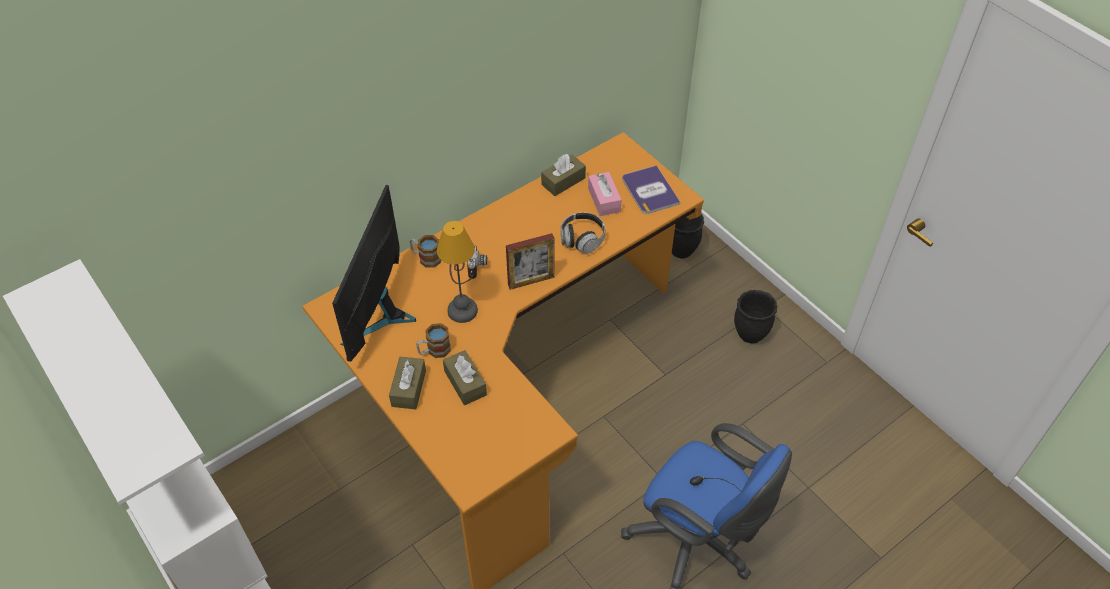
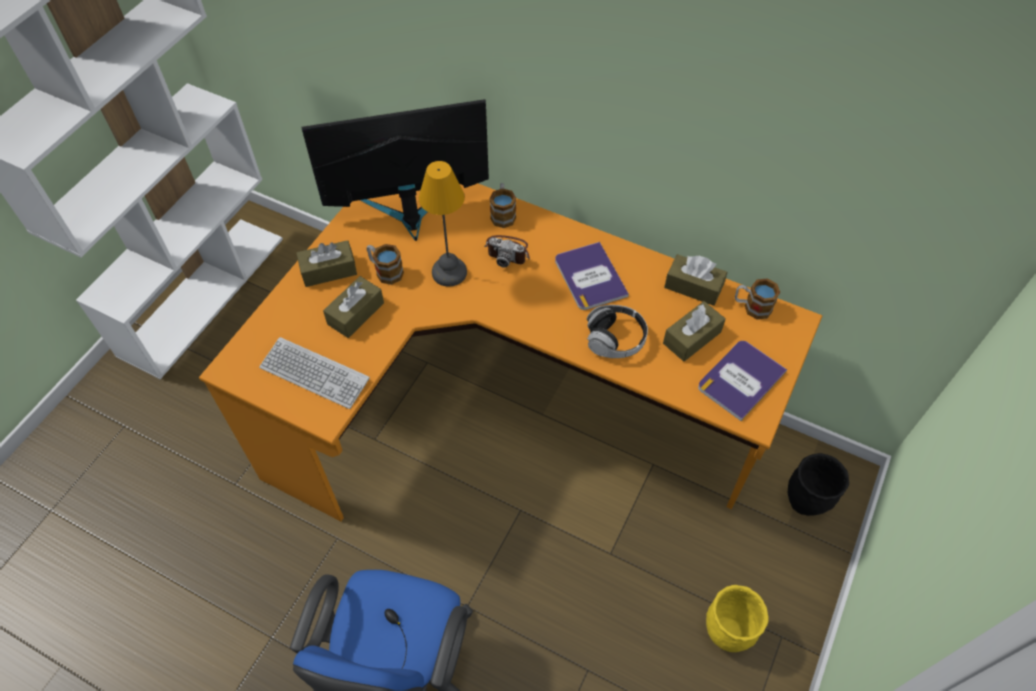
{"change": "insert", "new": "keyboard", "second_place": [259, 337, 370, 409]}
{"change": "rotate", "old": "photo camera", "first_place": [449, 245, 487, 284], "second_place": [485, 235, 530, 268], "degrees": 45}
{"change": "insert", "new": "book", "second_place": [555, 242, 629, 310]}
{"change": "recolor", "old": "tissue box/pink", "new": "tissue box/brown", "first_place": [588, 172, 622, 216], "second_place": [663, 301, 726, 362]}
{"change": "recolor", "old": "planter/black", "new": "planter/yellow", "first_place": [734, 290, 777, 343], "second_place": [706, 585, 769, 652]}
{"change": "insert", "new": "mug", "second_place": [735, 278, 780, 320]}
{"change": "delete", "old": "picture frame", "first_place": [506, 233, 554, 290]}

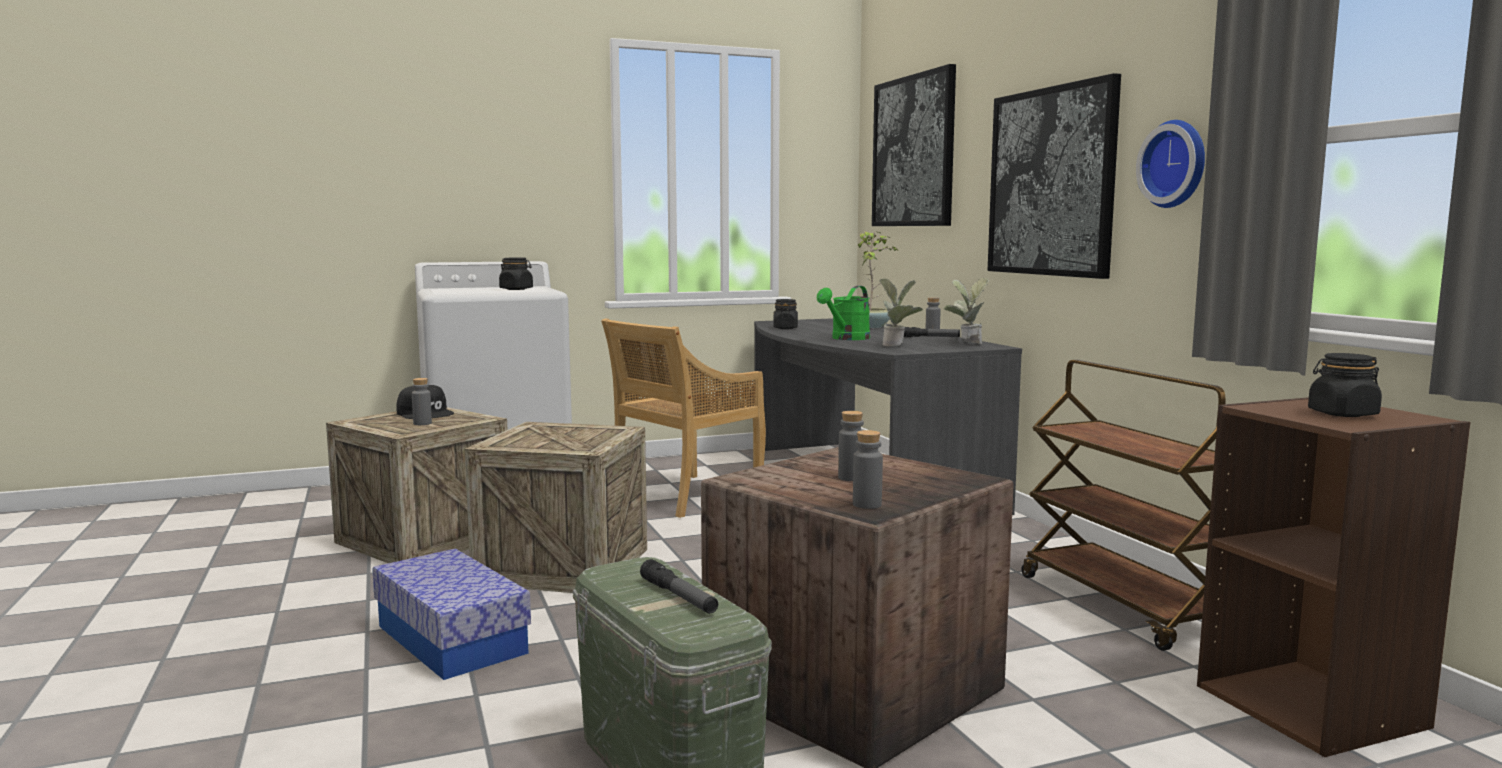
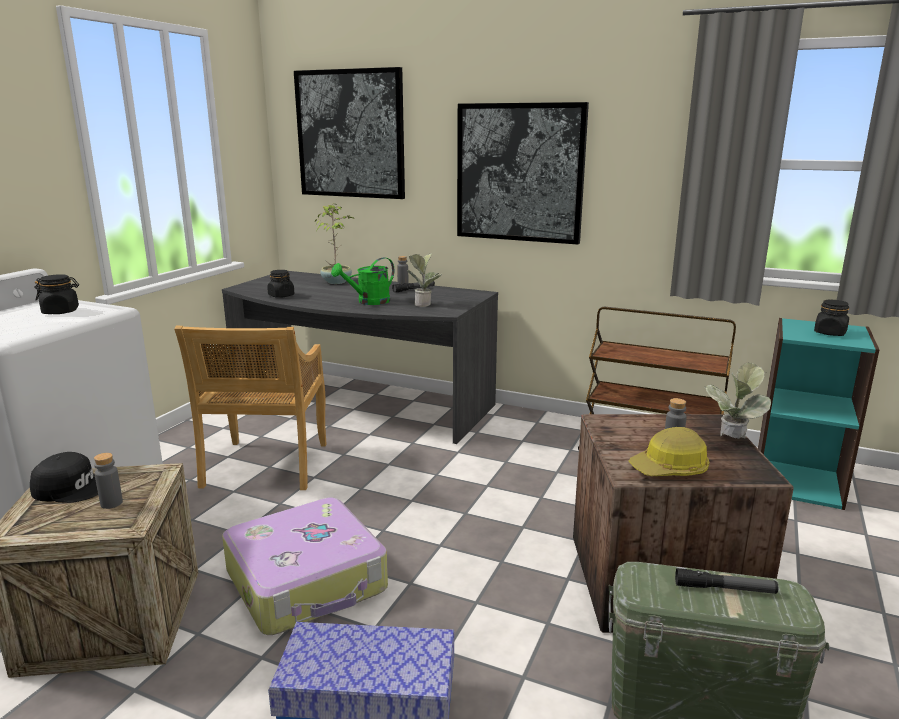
{"change": "replace", "old": "crate", "new": "suitcase", "first_place": [465, 422, 647, 593], "second_place": [222, 498, 388, 635]}
{"change": "rotate", "old": "watering can/green", "first_place": [817, 286, 870, 340], "second_place": [331, 257, 394, 305], "degrees": 60}
{"change": "insert", "new": "hard hat", "second_place": [629, 427, 710, 476]}
{"change": "move", "old": "potted plant", "first_place": [944, 278, 989, 344], "second_place": [705, 362, 771, 439]}
{"change": "recolor", "old": "bookcase/brown", "new": "bookcase/turquoise", "first_place": [1197, 397, 1470, 757], "second_place": [758, 318, 879, 510]}
{"change": "delete", "old": "bottle/grey", "first_place": [853, 430, 883, 509]}
{"change": "delete", "old": "wall clock", "first_place": [1136, 120, 1205, 208]}

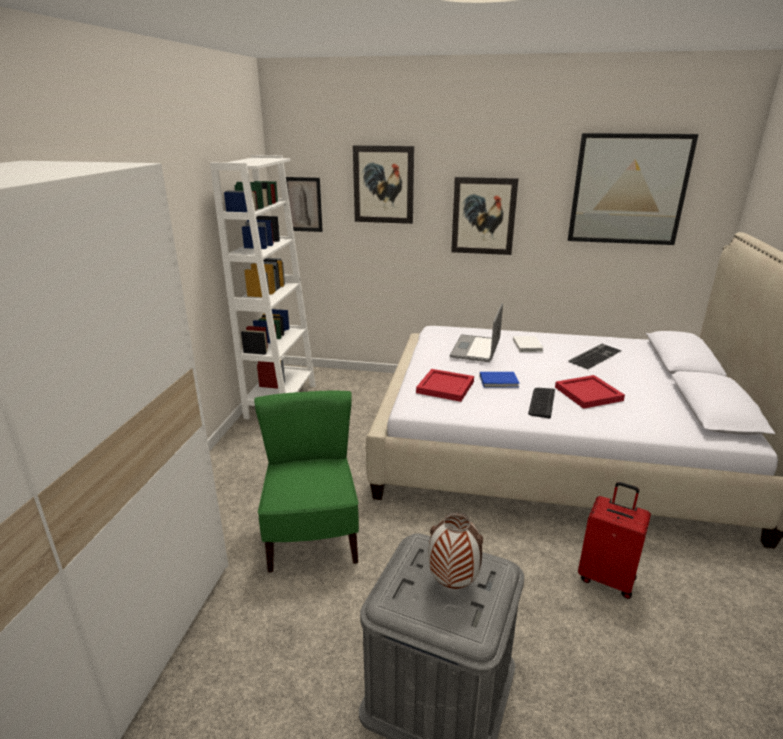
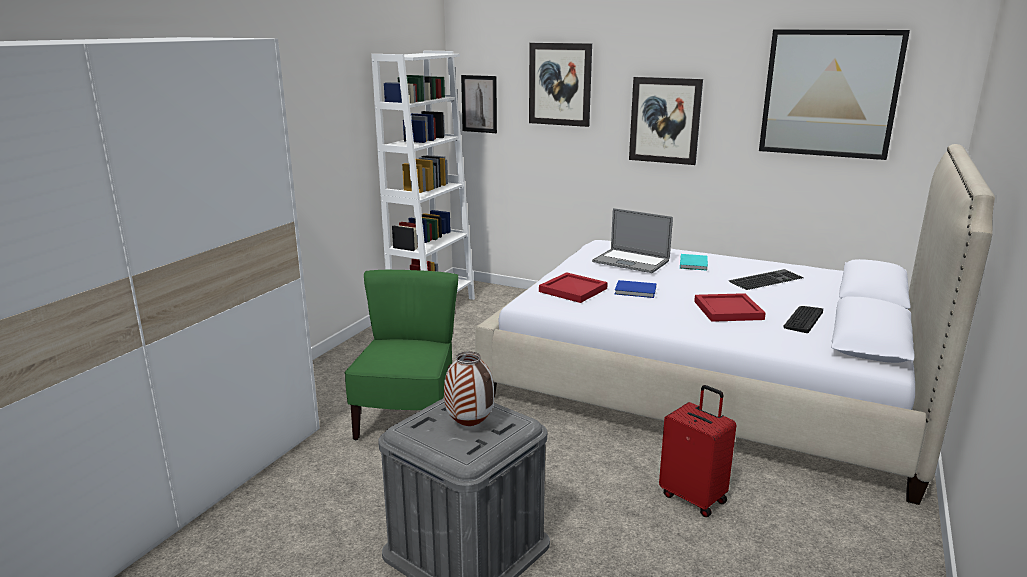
{"change": "rotate", "old": "laptop", "first_place": [450, 303, 503, 362], "second_place": [592, 208, 673, 273], "degrees": -90}
{"change": "recolor", "old": "book/white", "new": "book/turquoise", "first_place": [513, 336, 543, 352], "second_place": [680, 254, 708, 271]}
{"change": "move", "old": "keyboard", "first_place": [528, 388, 555, 419], "second_place": [783, 306, 823, 333]}

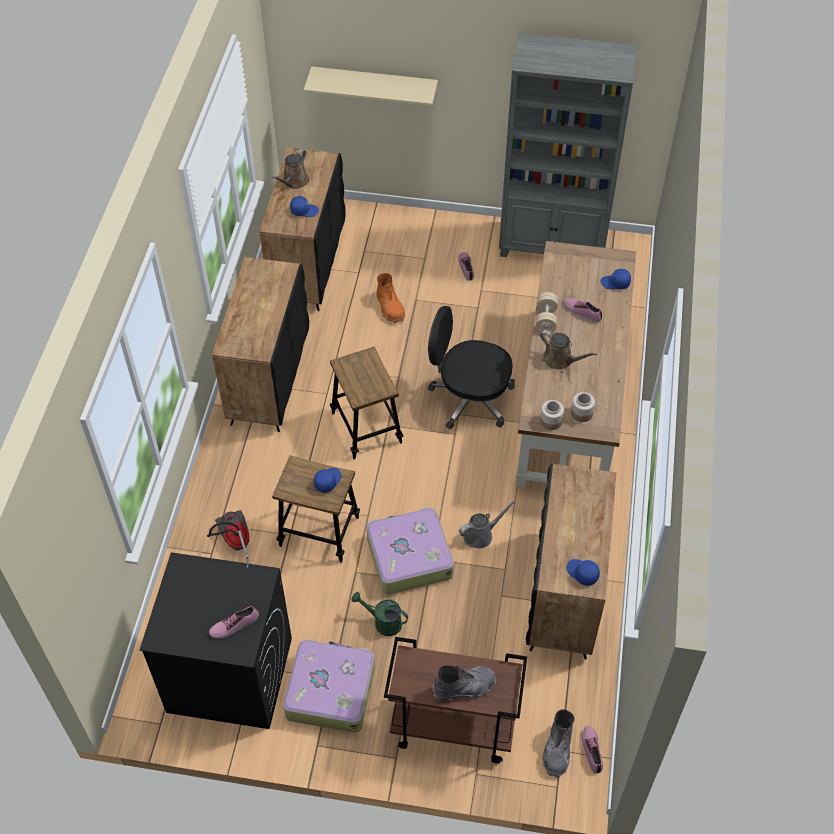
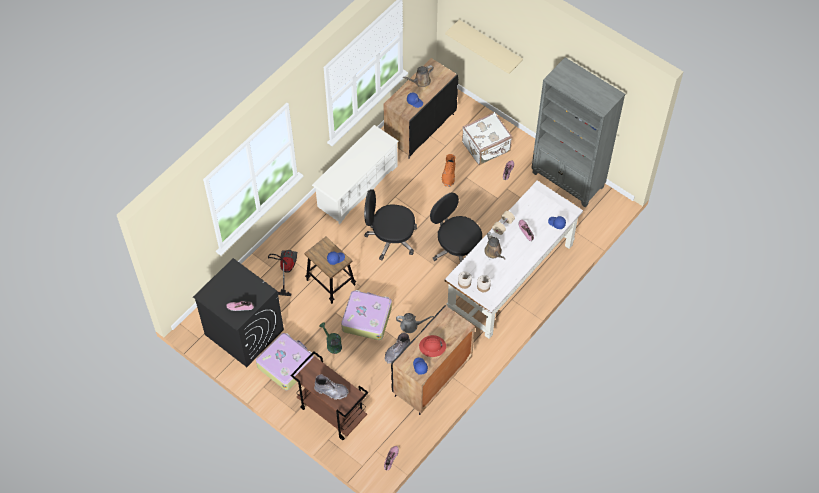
{"change": "replace", "old": "cabinet/black", "new": "shoe rack/white", "first_place": [212, 257, 309, 432], "second_place": [312, 125, 399, 224]}
{"change": "replace", "old": "stool", "new": "office chair/black", "first_place": [330, 346, 404, 459], "second_place": [364, 189, 417, 260]}
{"change": "move", "old": "boot/grey", "first_place": [542, 709, 575, 778], "second_place": [385, 333, 410, 364]}
{"change": "insert", "new": "hard hat/red", "second_place": [419, 335, 446, 357]}
{"change": "recolor", "old": "desk/brown", "new": "desk/white", "first_place": [516, 241, 636, 487], "second_place": [445, 181, 583, 339]}
{"change": "insert", "new": "suitcase/white", "second_place": [462, 112, 512, 165]}

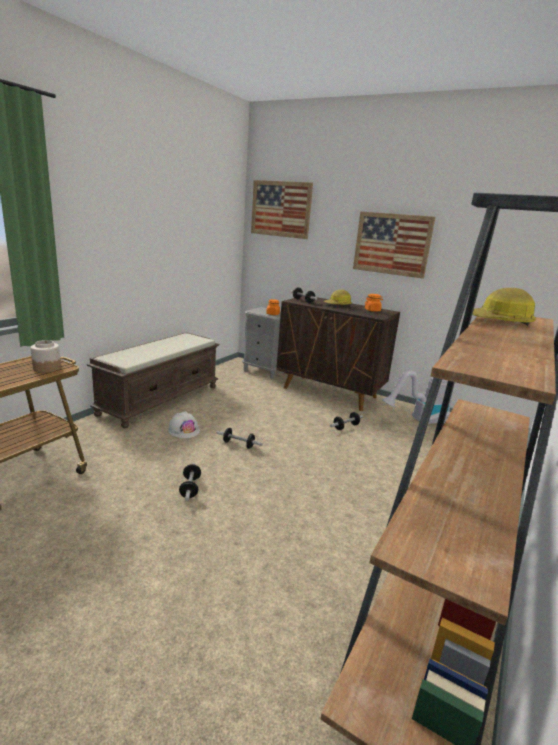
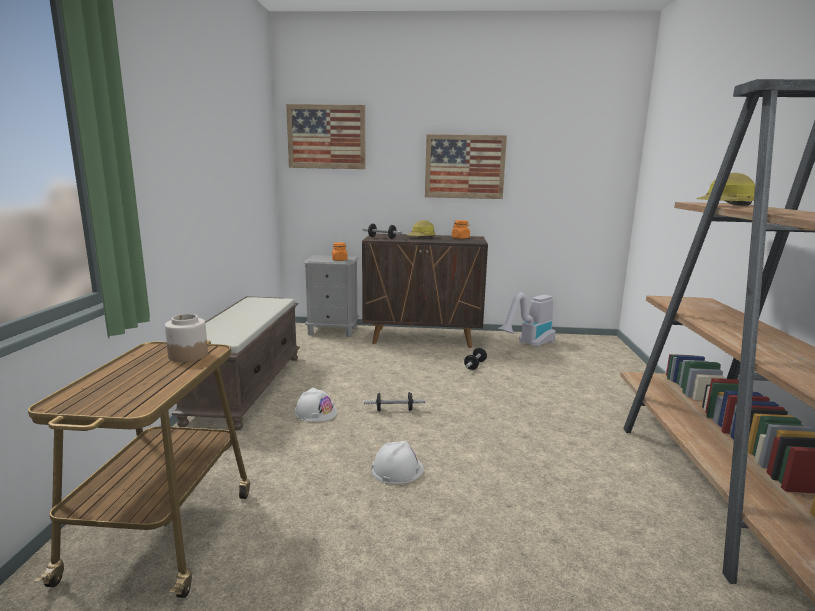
{"change": "replace", "old": "dumbbell", "new": "hard hat/white", "first_place": [179, 463, 201, 501], "second_place": [372, 441, 424, 484]}

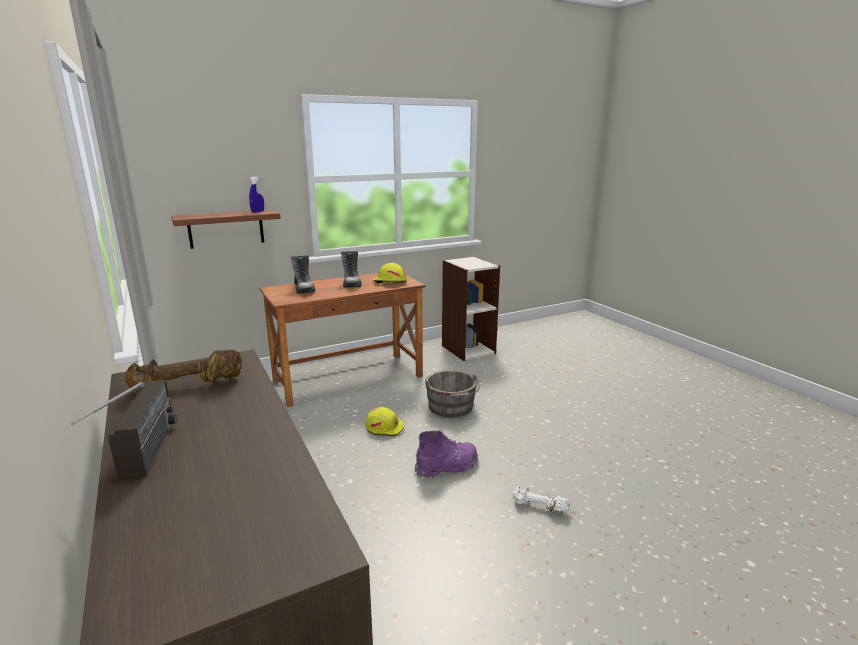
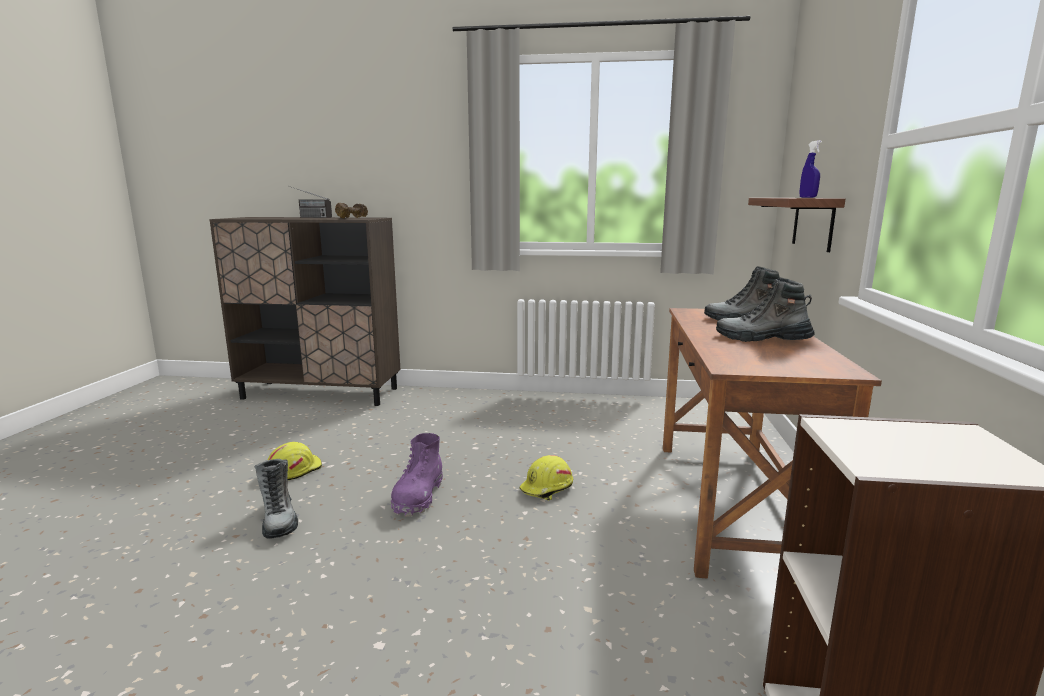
{"change": "replace", "old": "dumbbell/white", "new": "boot", "first_place": [513, 486, 570, 513], "second_place": [254, 459, 298, 539]}
{"change": "move", "old": "hard hat/yellow", "first_place": [373, 263, 407, 285], "second_place": [268, 442, 322, 481]}
{"change": "delete", "old": "bucket/grey", "first_place": [425, 370, 480, 417]}

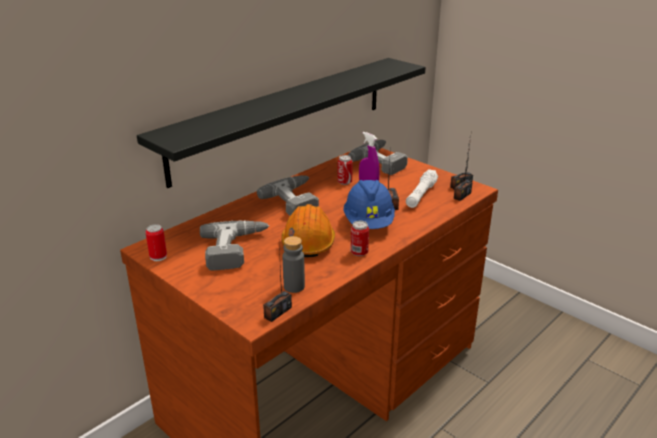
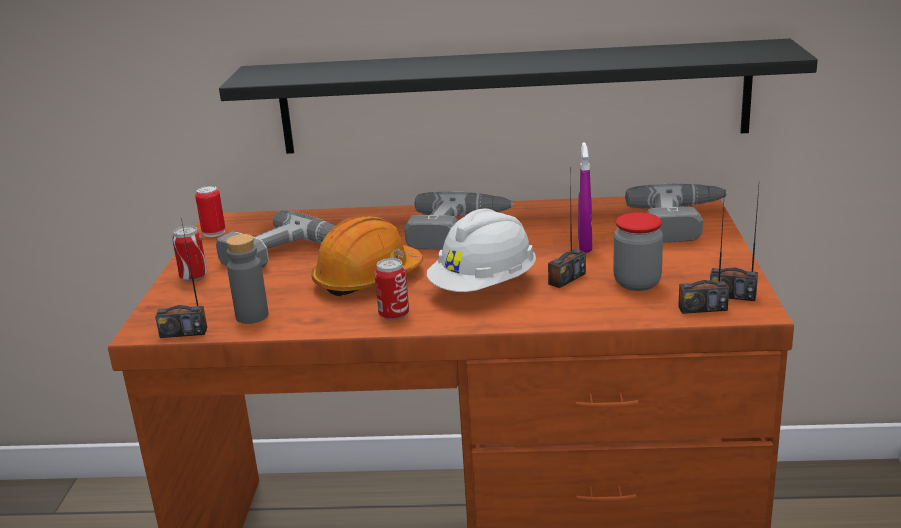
{"change": "move", "old": "can", "first_place": [337, 155, 353, 185], "second_place": [172, 226, 207, 282]}
{"change": "recolor", "old": "hard hat/blue", "new": "hard hat/white", "first_place": [343, 180, 395, 229], "second_place": [427, 208, 536, 292]}
{"change": "replace", "old": "flashlight/white", "new": "jar", "first_place": [406, 169, 438, 208], "second_place": [613, 212, 663, 291]}

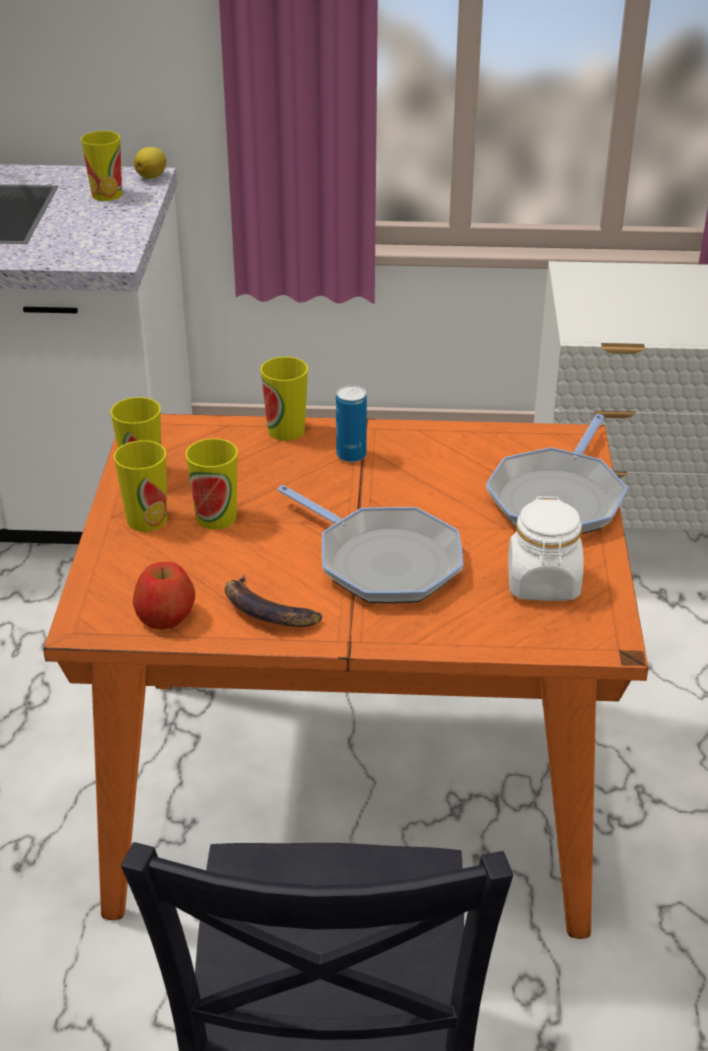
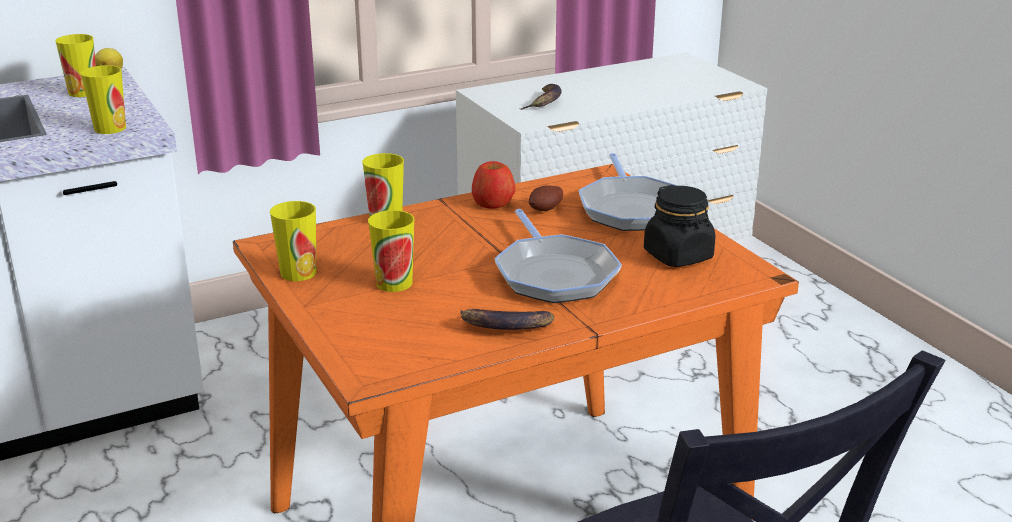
{"change": "move", "old": "cup", "first_place": [114, 440, 167, 532], "second_place": [80, 65, 126, 134]}
{"change": "move", "old": "apple", "first_place": [133, 562, 195, 630], "second_place": [472, 161, 515, 209]}
{"change": "rotate", "old": "frying pan", "first_place": [277, 485, 463, 603], "second_place": [494, 209, 622, 303], "degrees": 60}
{"change": "insert", "new": "banana", "second_place": [519, 84, 562, 110]}
{"change": "insert", "new": "potato", "second_place": [529, 185, 563, 211]}
{"change": "recolor", "old": "jar/white", "new": "jar/black", "first_place": [508, 496, 584, 601], "second_place": [644, 185, 716, 267]}
{"change": "delete", "old": "can", "first_place": [336, 385, 367, 462]}

